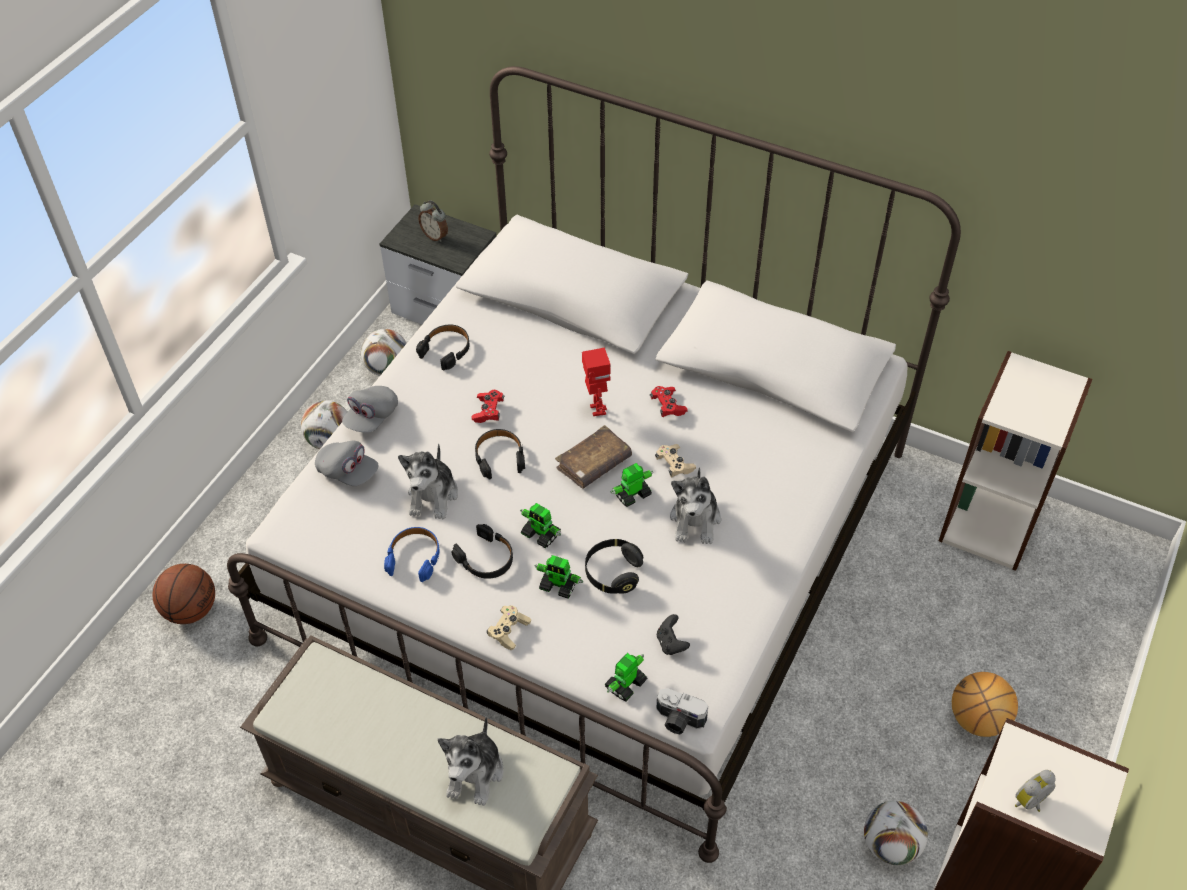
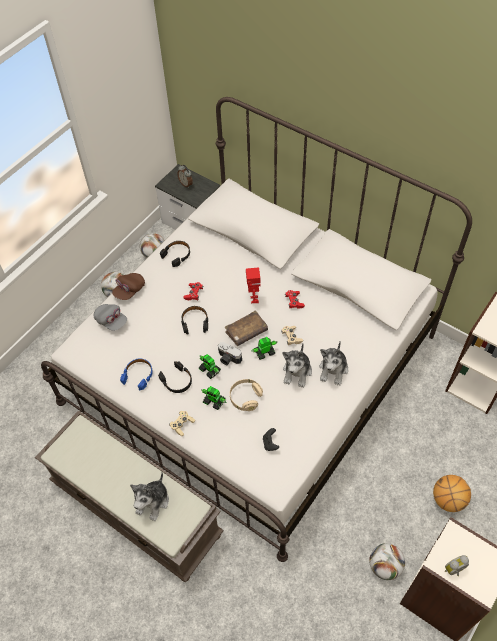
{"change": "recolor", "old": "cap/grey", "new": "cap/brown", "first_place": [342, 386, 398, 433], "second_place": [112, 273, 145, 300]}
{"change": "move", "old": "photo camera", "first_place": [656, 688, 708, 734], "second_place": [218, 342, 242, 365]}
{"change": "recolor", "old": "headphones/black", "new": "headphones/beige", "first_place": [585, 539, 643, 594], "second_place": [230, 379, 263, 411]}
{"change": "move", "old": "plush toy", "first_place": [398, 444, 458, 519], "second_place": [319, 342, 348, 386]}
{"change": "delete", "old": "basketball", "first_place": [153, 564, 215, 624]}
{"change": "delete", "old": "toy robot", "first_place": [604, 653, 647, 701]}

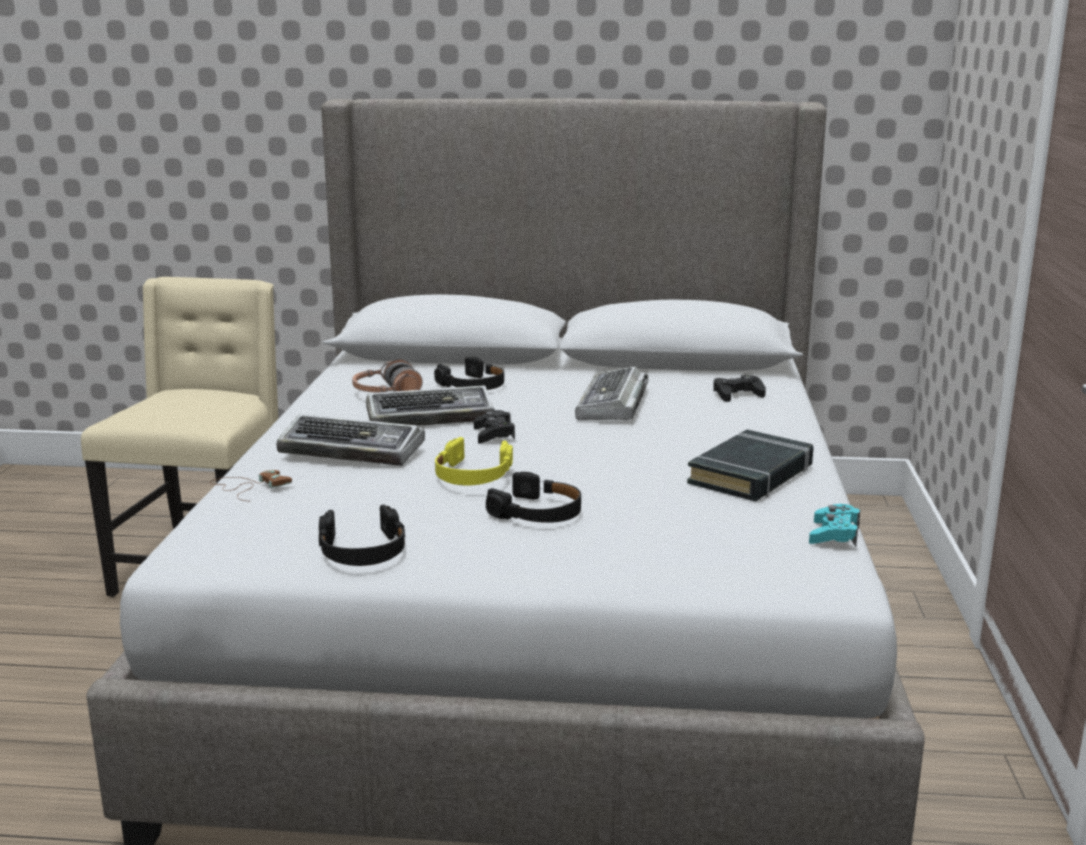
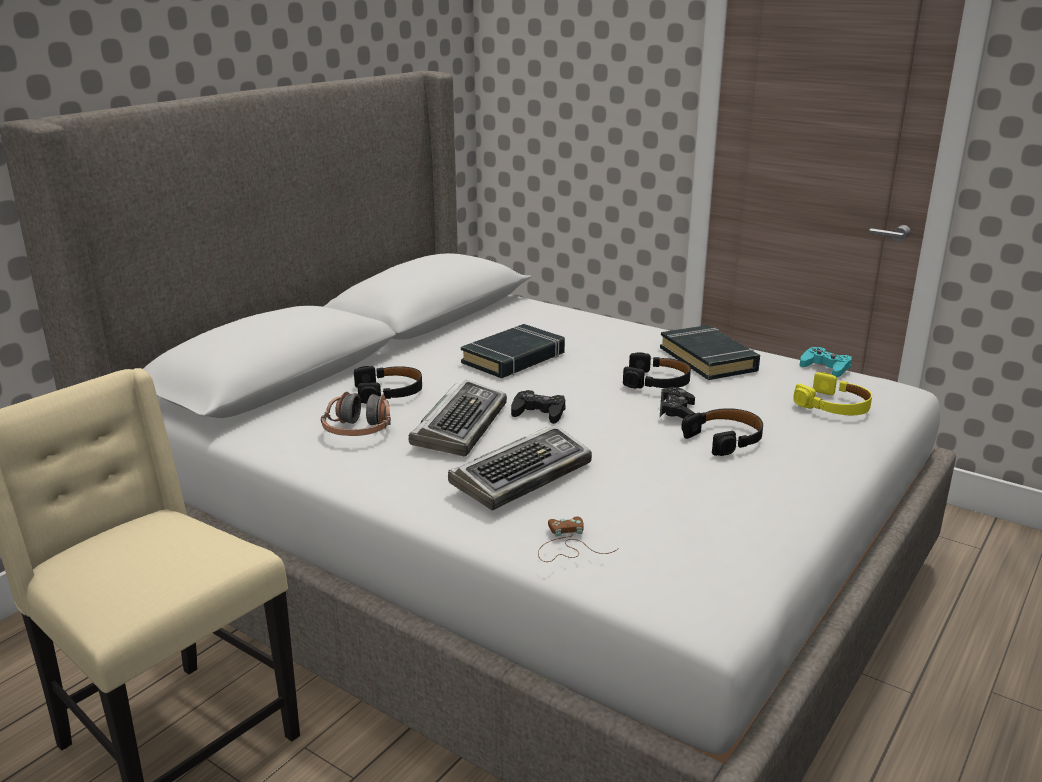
{"change": "replace", "old": "keyboard", "new": "book/black", "first_place": [575, 366, 649, 420], "second_place": [461, 324, 565, 378]}
{"change": "move", "old": "headphones/black", "first_place": [319, 505, 405, 566], "second_place": [623, 352, 691, 389]}
{"change": "move", "old": "game controller/black", "first_place": [713, 375, 766, 402], "second_place": [660, 387, 695, 419]}
{"change": "move", "old": "headphones/yellow", "first_place": [435, 437, 513, 485], "second_place": [793, 372, 872, 415]}

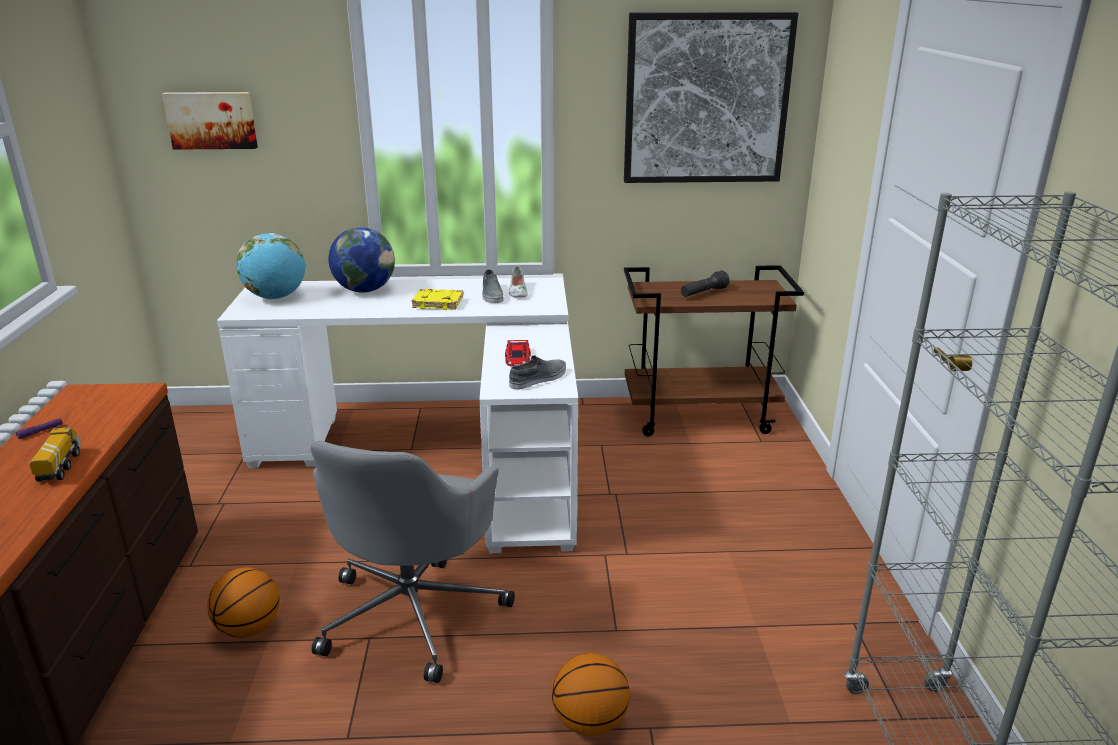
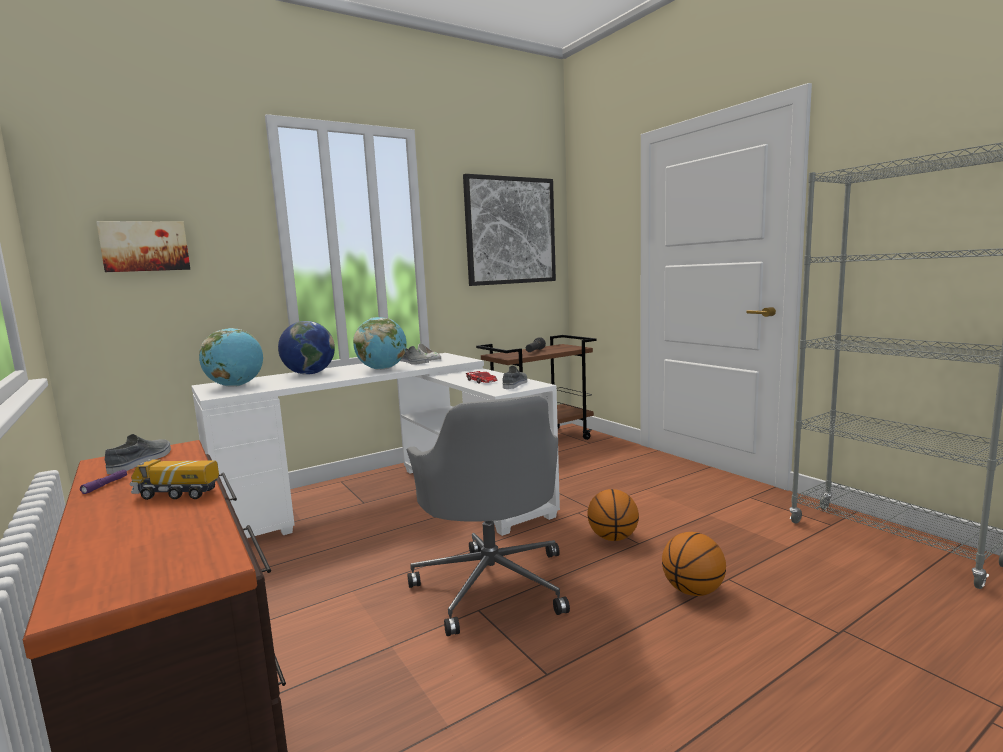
{"change": "insert", "new": "shoe/grey", "second_place": [105, 434, 171, 474]}
{"change": "rotate", "old": "toy truck", "first_place": [29, 427, 81, 482], "second_place": [130, 459, 219, 500], "degrees": -45}
{"change": "replace", "old": "book/yellow", "new": "globe", "first_place": [411, 289, 463, 310], "second_place": [353, 317, 407, 370]}
{"change": "move", "old": "basketball", "first_place": [207, 567, 280, 638], "second_place": [587, 489, 639, 541]}

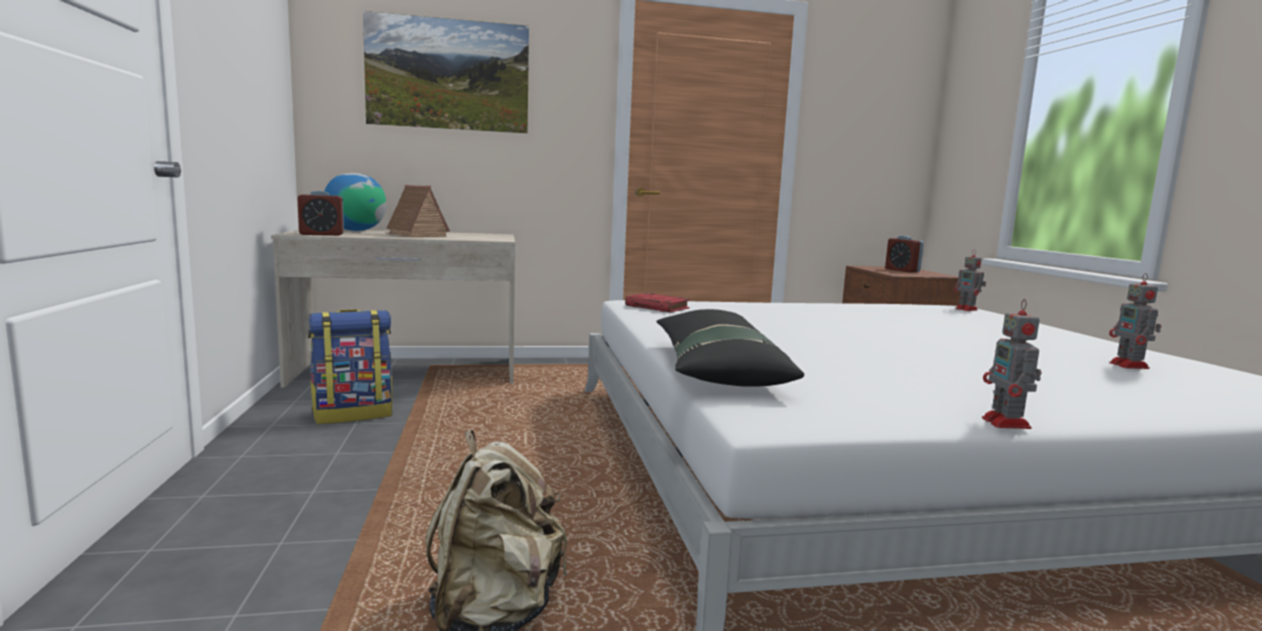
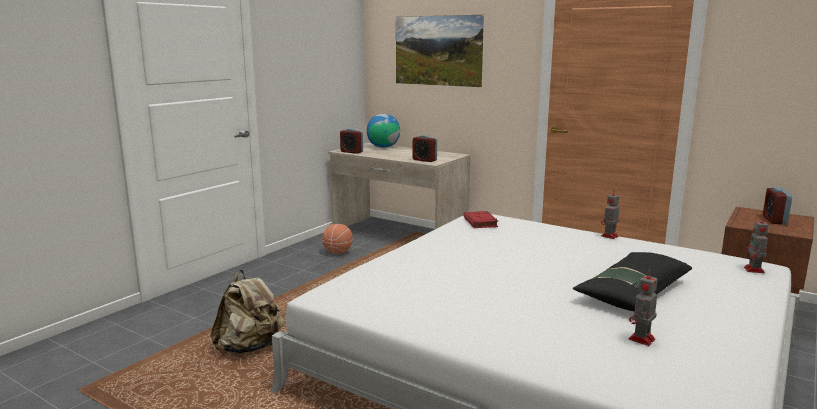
{"change": "replace", "old": "backpack", "new": "basketball", "first_place": [308, 309, 393, 424], "second_place": [322, 224, 353, 254]}
{"change": "insert", "new": "alarm clock", "second_place": [413, 135, 437, 162]}
{"change": "move", "old": "pillow/black", "first_place": [656, 309, 804, 387], "second_place": [573, 252, 692, 311]}
{"change": "move", "old": "toy robot", "first_place": [982, 299, 1042, 429], "second_place": [601, 190, 619, 239]}
{"change": "delete", "old": "toy house", "first_place": [386, 185, 450, 237]}

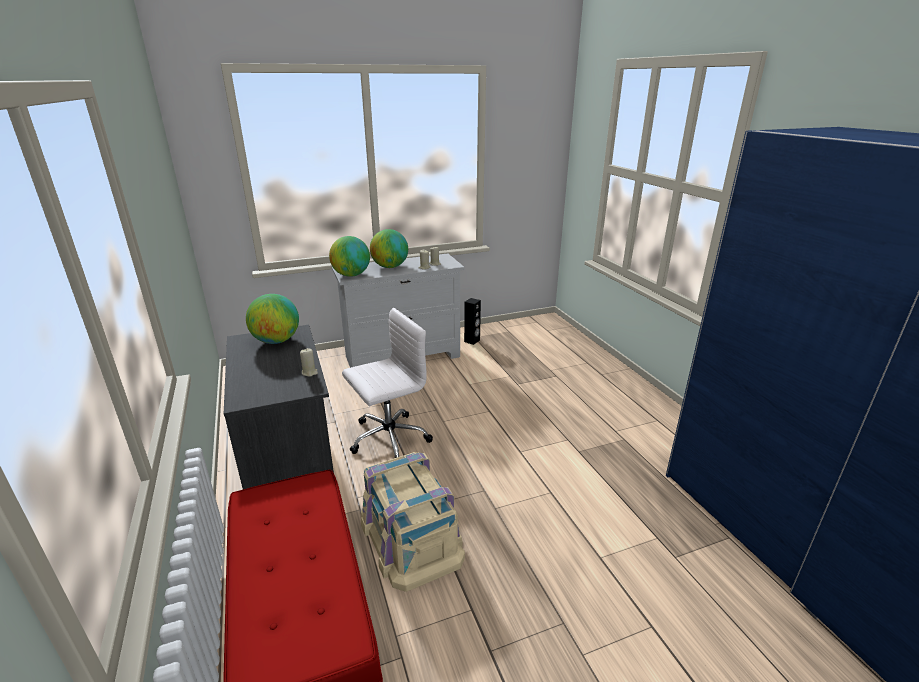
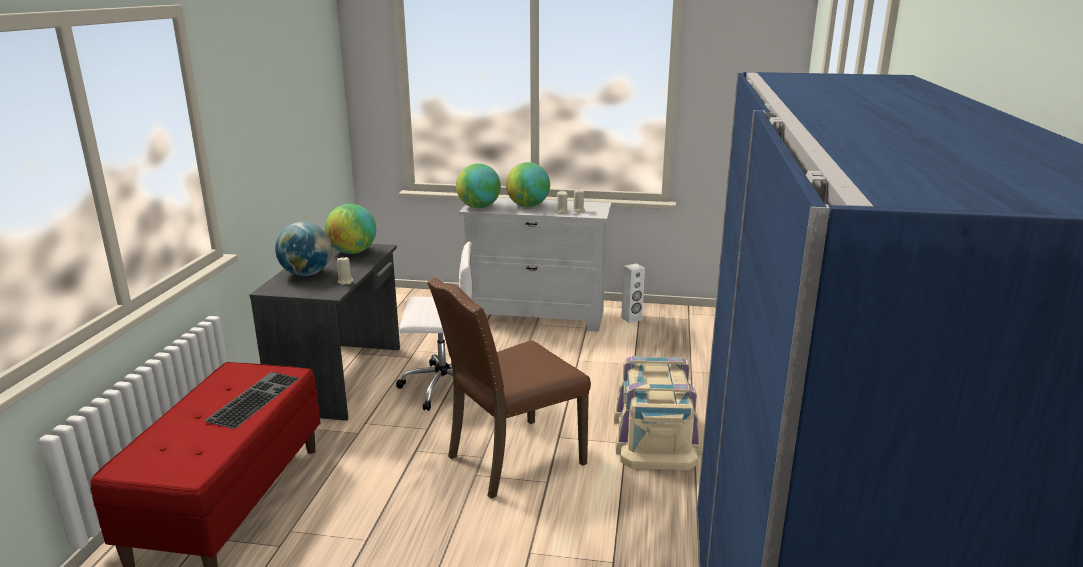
{"change": "insert", "new": "keyboard", "second_place": [205, 372, 300, 429]}
{"change": "insert", "new": "globe", "second_place": [275, 222, 332, 276]}
{"change": "insert", "new": "chair/brown", "second_place": [427, 278, 591, 499]}
{"change": "move", "old": "storage box/beige", "first_place": [361, 452, 465, 592], "second_place": [614, 356, 701, 470]}
{"change": "recolor", "old": "speaker/black", "new": "speaker/white", "first_place": [464, 298, 481, 345], "second_place": [621, 263, 645, 323]}

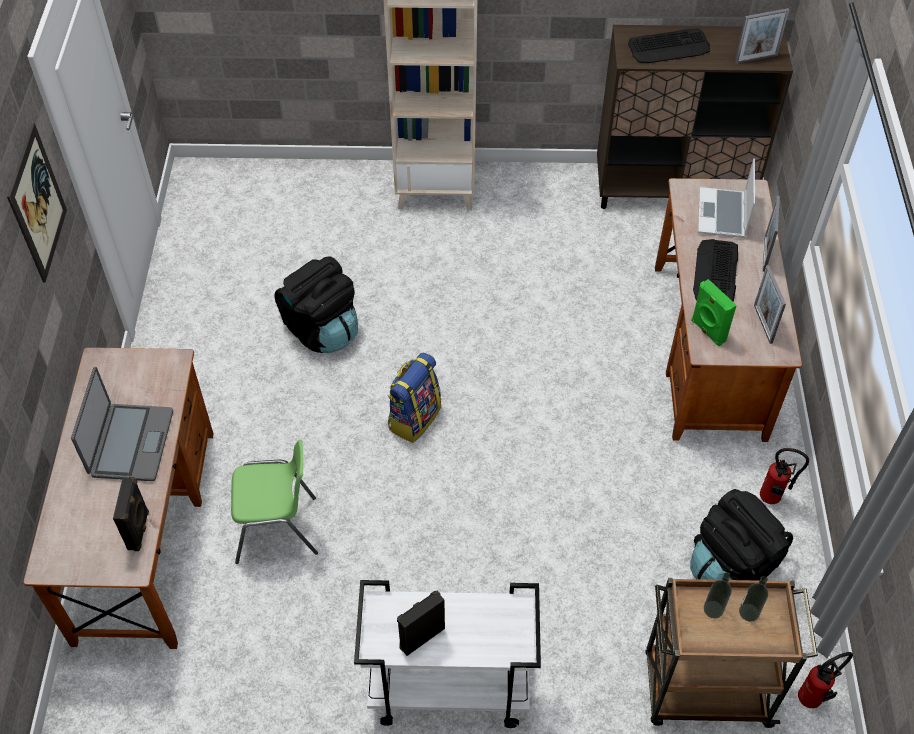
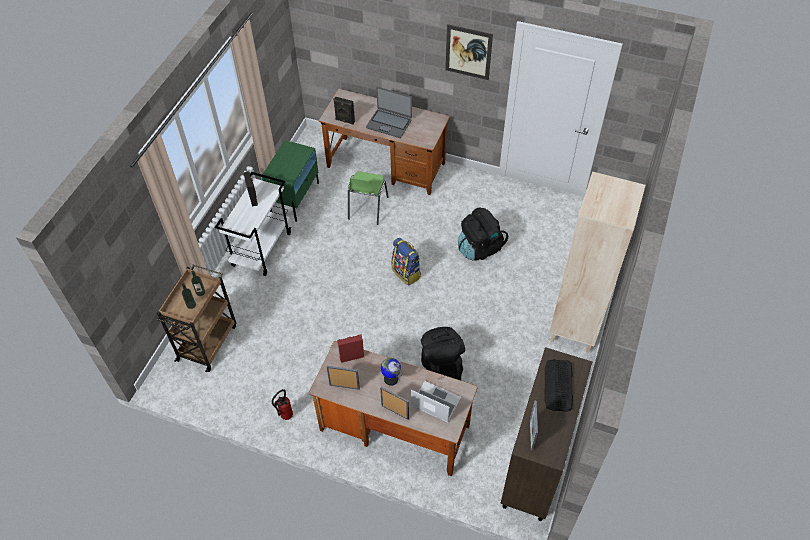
{"change": "insert", "new": "nightstand/green", "second_place": [262, 140, 319, 222]}
{"change": "recolor", "old": "speaker/green", "new": "speaker/red", "first_place": [691, 279, 737, 346], "second_place": [337, 334, 364, 363]}
{"change": "replace", "old": "keyboard", "new": "globe", "first_place": [693, 239, 738, 302], "second_place": [381, 358, 402, 386]}
{"change": "move", "old": "backpack/black", "first_place": [690, 489, 793, 581], "second_place": [421, 327, 465, 380]}
{"change": "delete", "old": "fire extinguisher", "first_place": [798, 652, 853, 708]}

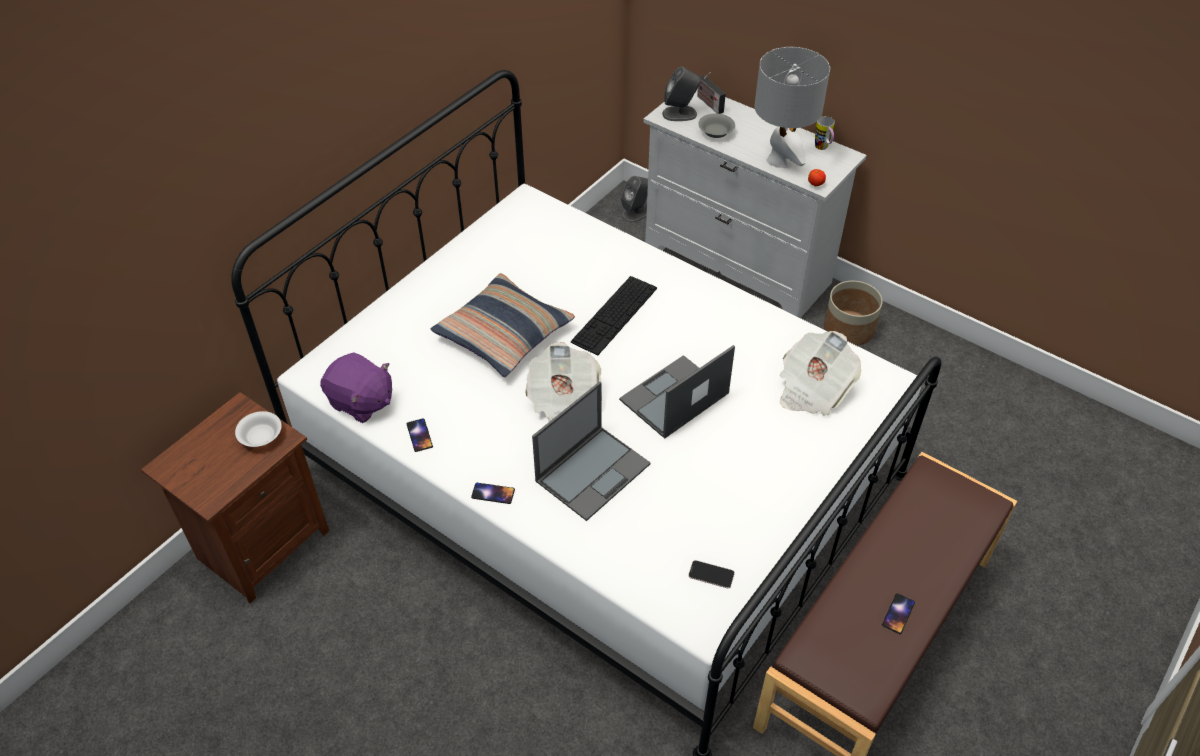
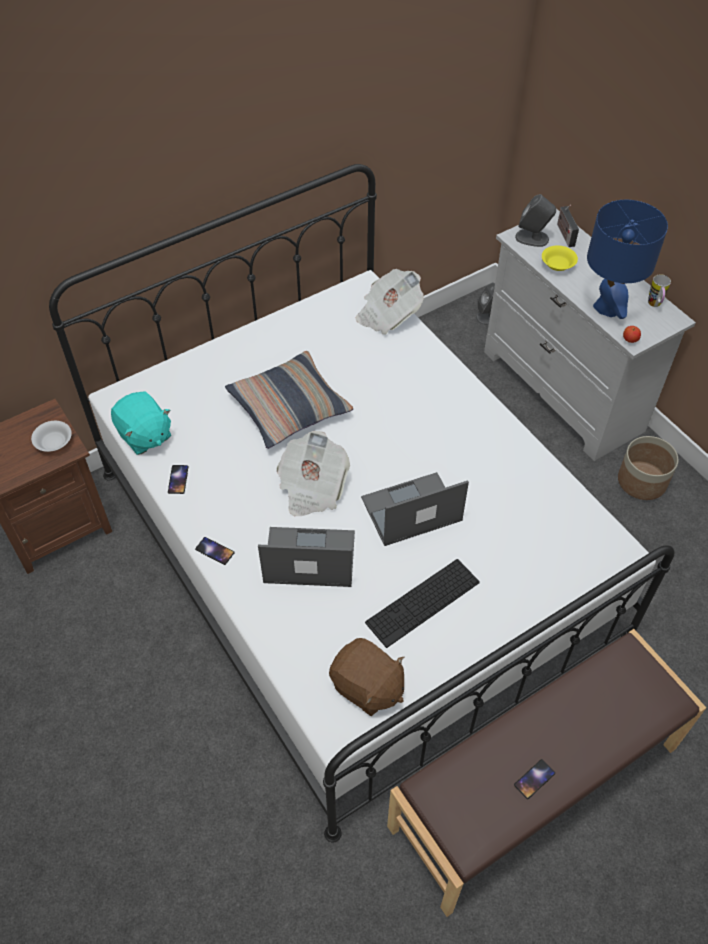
{"change": "recolor", "old": "plush toy/purple", "new": "plush toy/turquoise", "first_place": [320, 352, 392, 423], "second_place": [111, 391, 171, 455]}
{"change": "rotate", "old": "laptop", "first_place": [532, 381, 651, 521], "second_place": [258, 527, 355, 587], "degrees": -150}
{"change": "replace", "old": "phone", "new": "plush toy/brown", "first_place": [688, 560, 734, 588], "second_place": [329, 638, 404, 716]}
{"change": "move", "old": "newspaper", "first_place": [780, 331, 861, 416], "second_place": [356, 269, 424, 335]}
{"change": "move", "old": "keyboard", "first_place": [571, 276, 657, 356], "second_place": [365, 559, 480, 648]}
{"change": "recolor", "old": "bowl/grey", "new": "bowl/yellow", "first_place": [698, 113, 735, 138], "second_place": [542, 246, 578, 271]}
{"change": "recolor", "old": "table lamp/grey", "new": "table lamp/blue", "first_place": [754, 47, 830, 168], "second_place": [587, 200, 668, 319]}

